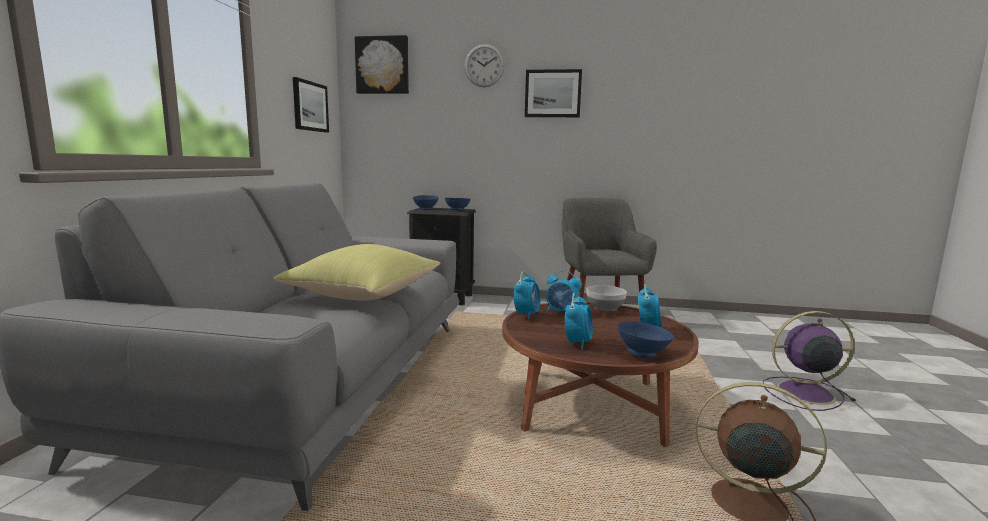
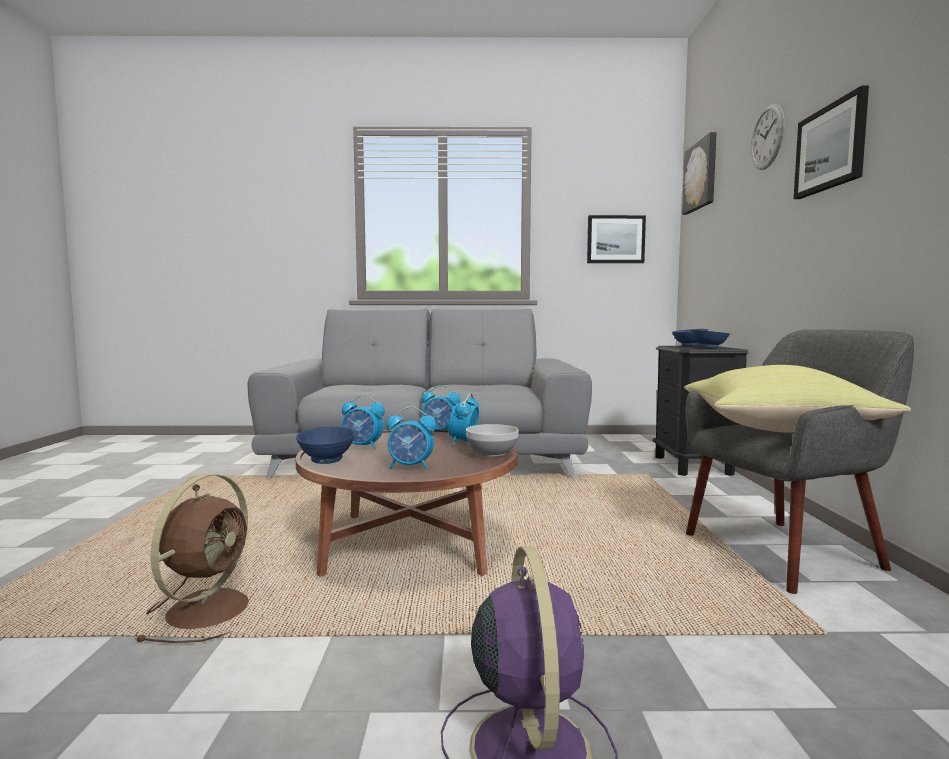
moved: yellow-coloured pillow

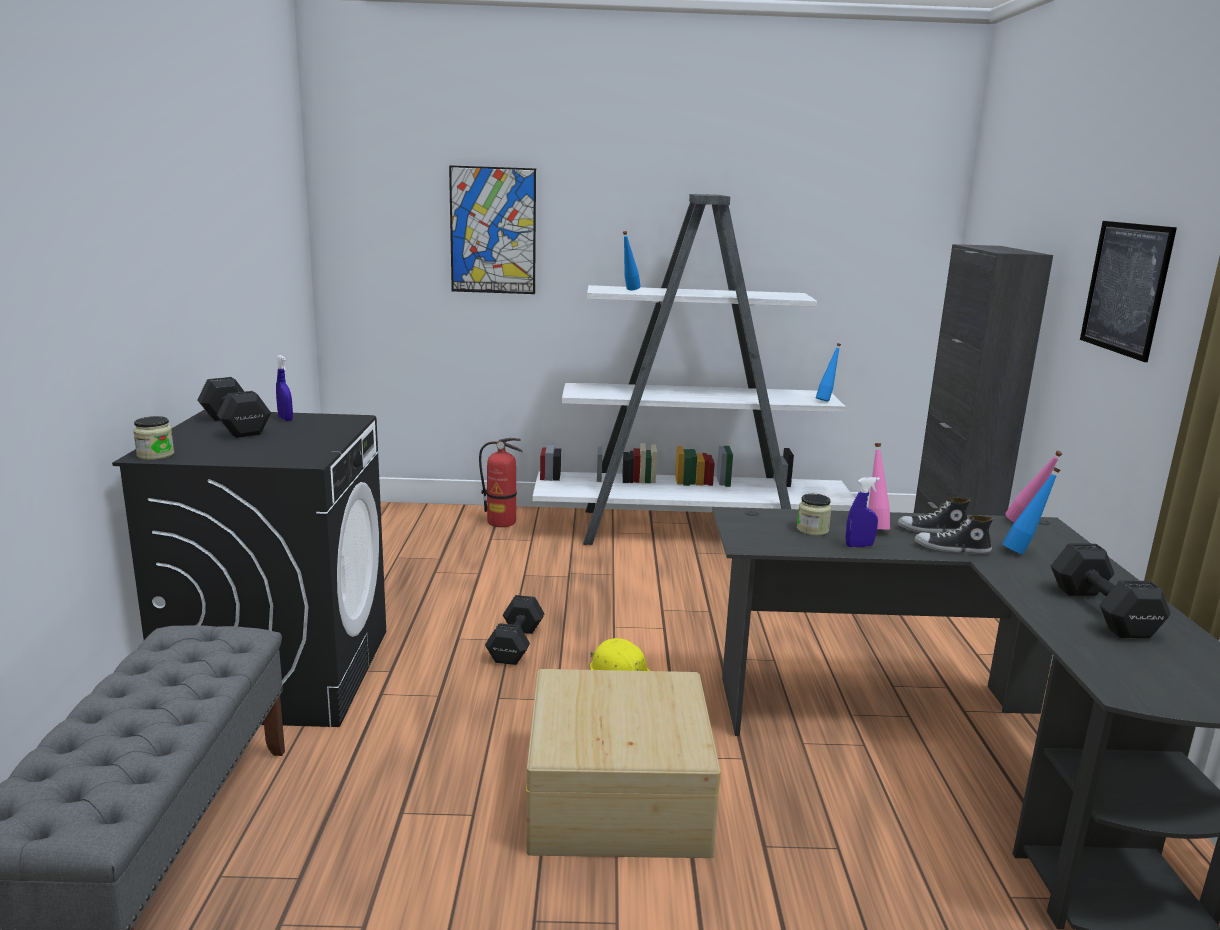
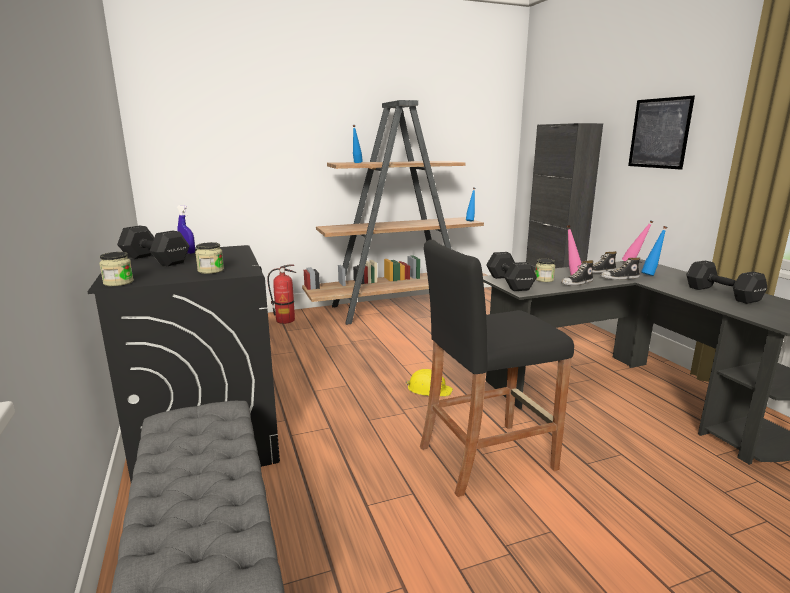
removed: wall picture (1st from left)
added: preserve jar (2nd from left)
moved: black-coloured free weight (2nd from left)
replaced: blue-coloured spray bottle (2nd from left) to item of footwear (1st from left); beige storage box to black-coloured stool
recoloured: white-coloured bookshelf to brownish bookshelf

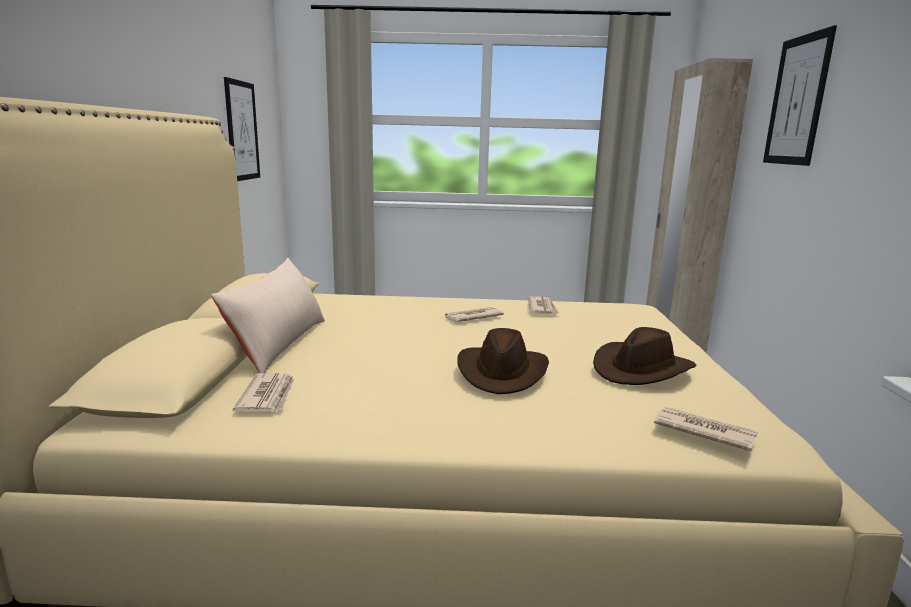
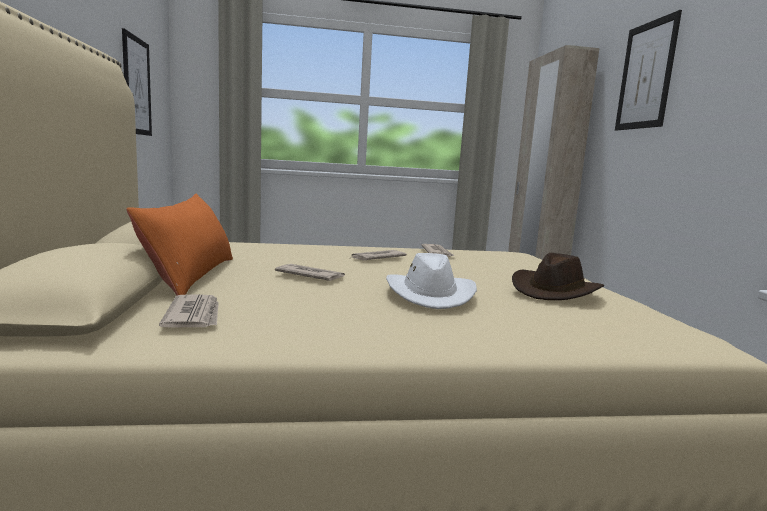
moved: printed paper (4th from left in the first image) to printed paper (2nd from left)
recoloured: beige pillow to orange pillow; brownish clothing hat (1st from left) to white-coloured clothing hat

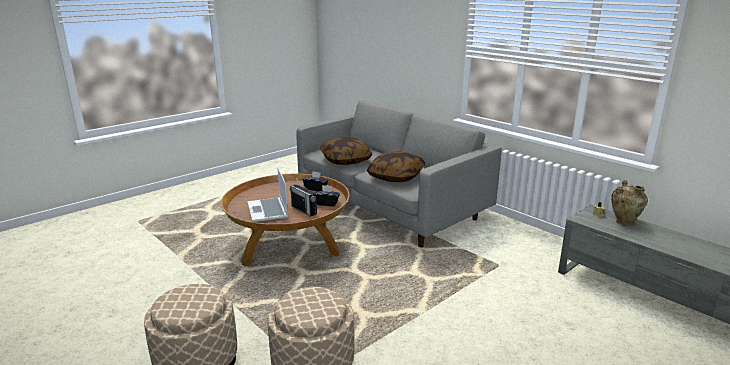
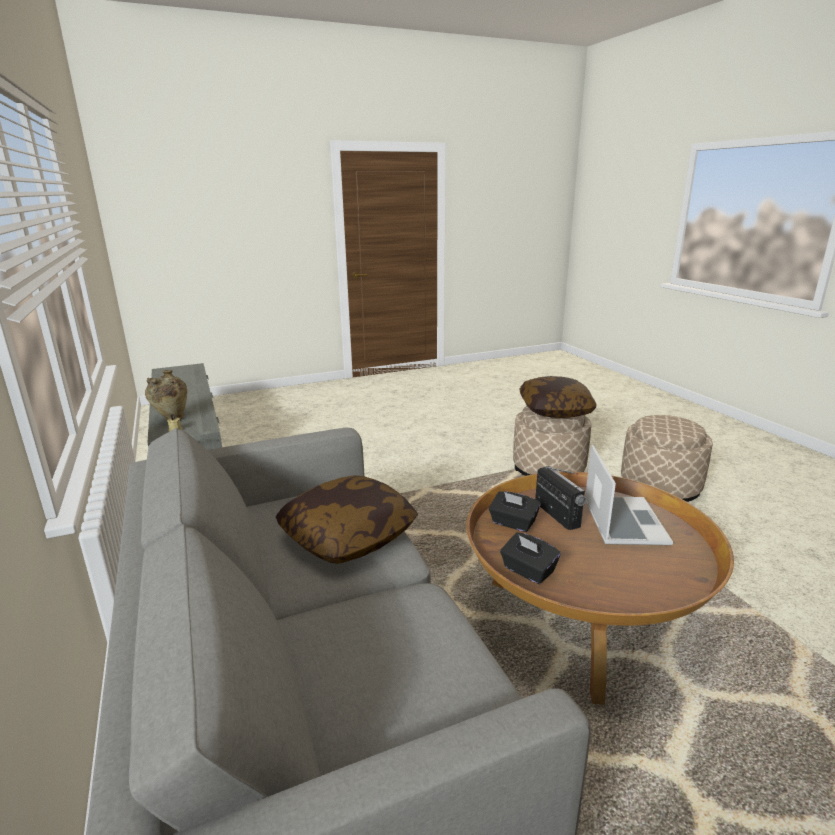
moved: pillow (1st from left in the first image) to pillow (2nd from left)

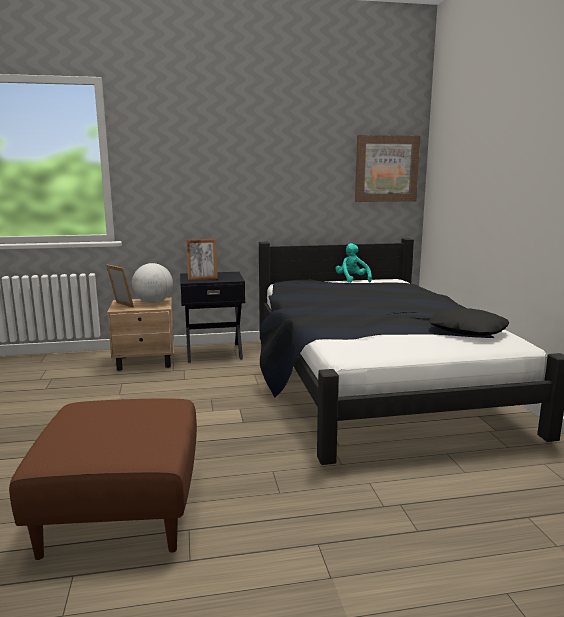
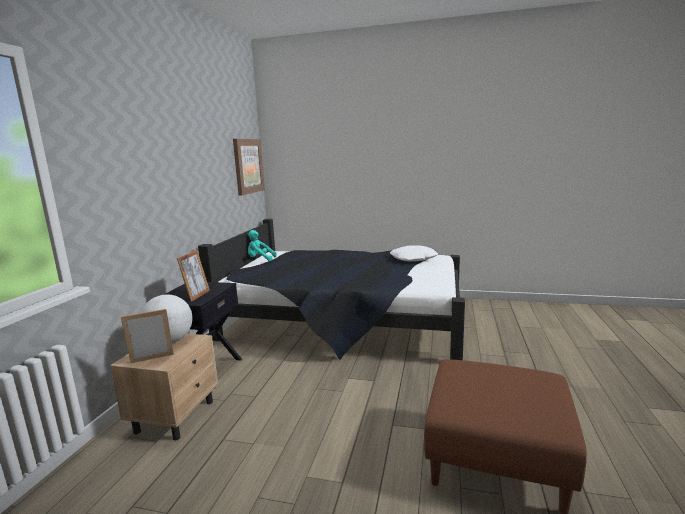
recoloured: black-coloured pillow to white-coloured pillow

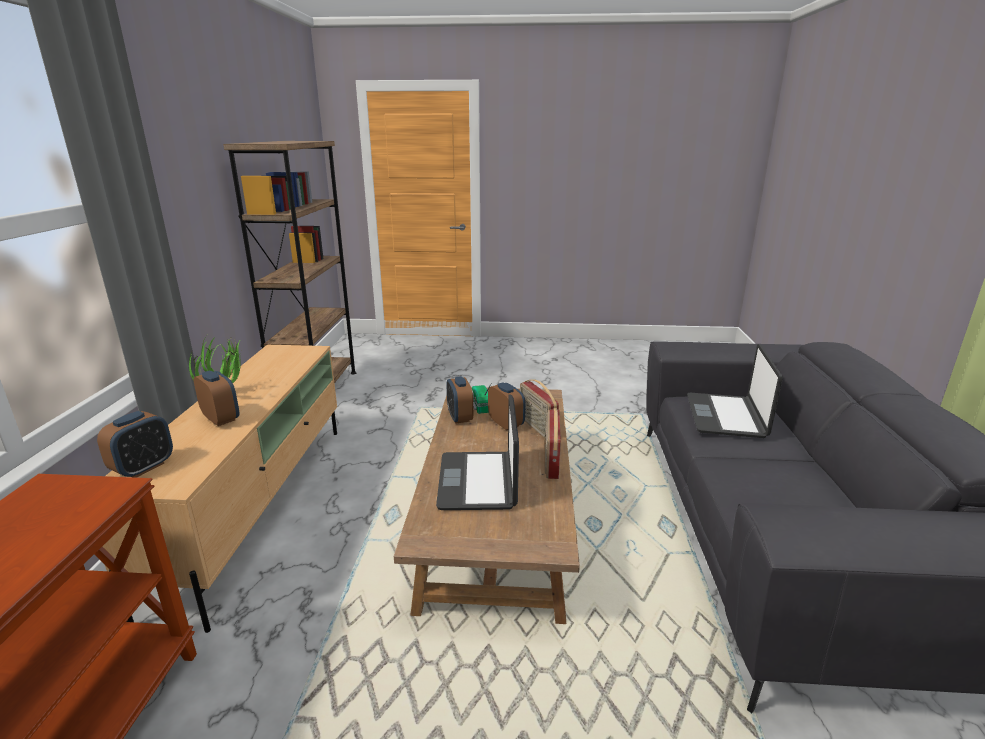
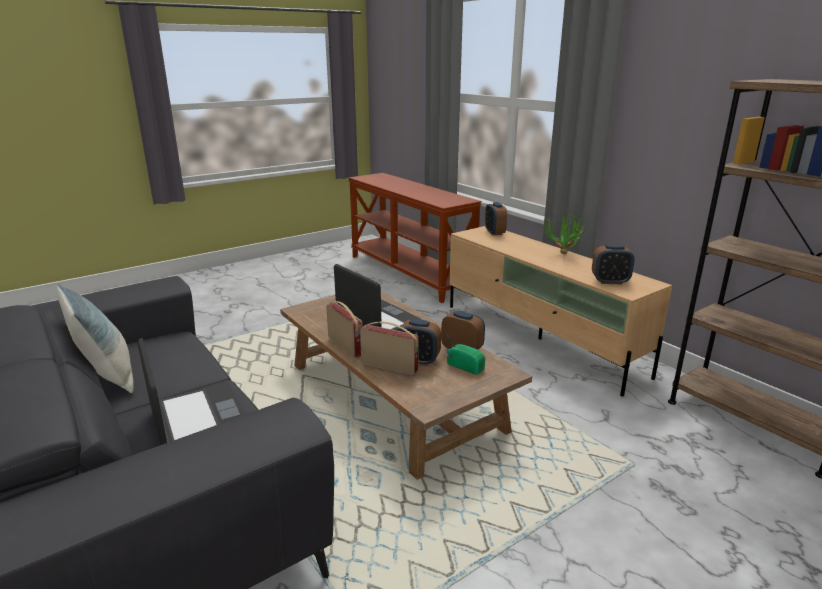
added: pillow
moved: table clock (2nd from left in the first image) to table clock (4th from left)

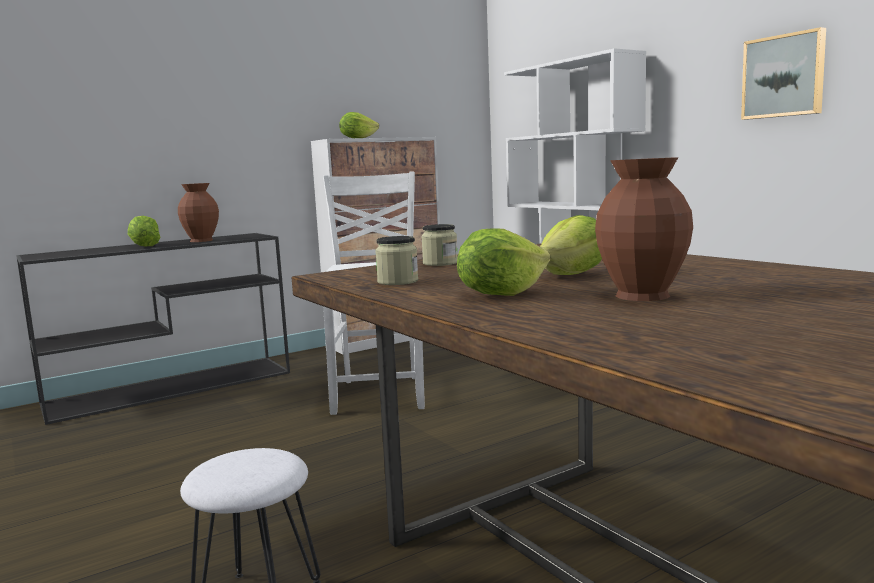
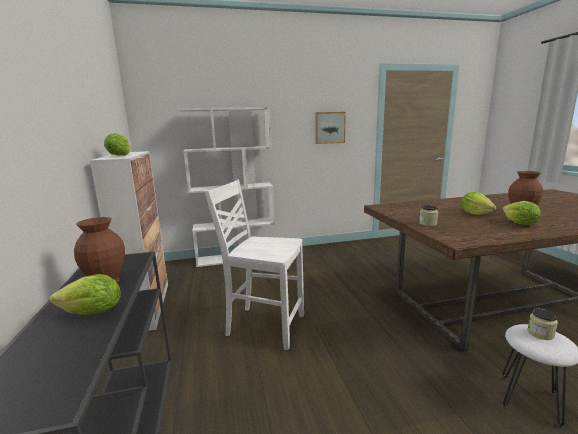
moved: preserve jar (1st from left in the first image) to preserve jar (2nd from left)

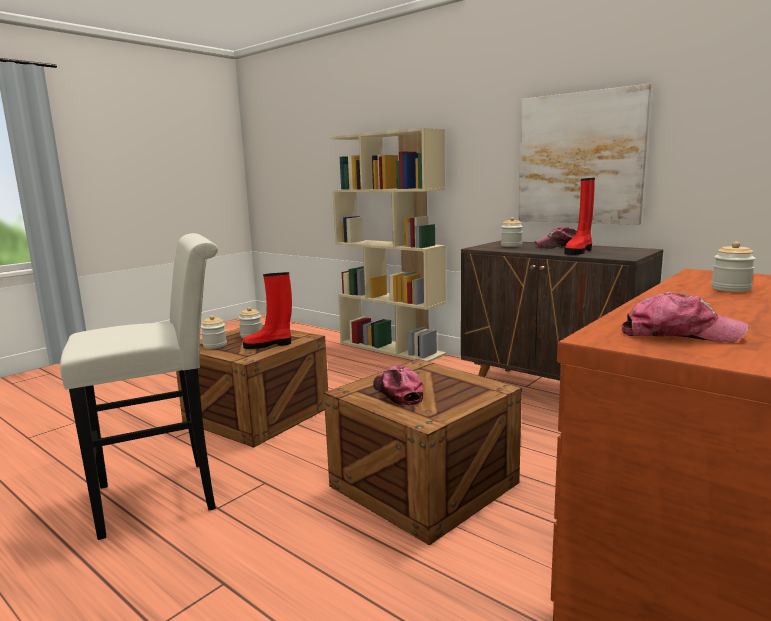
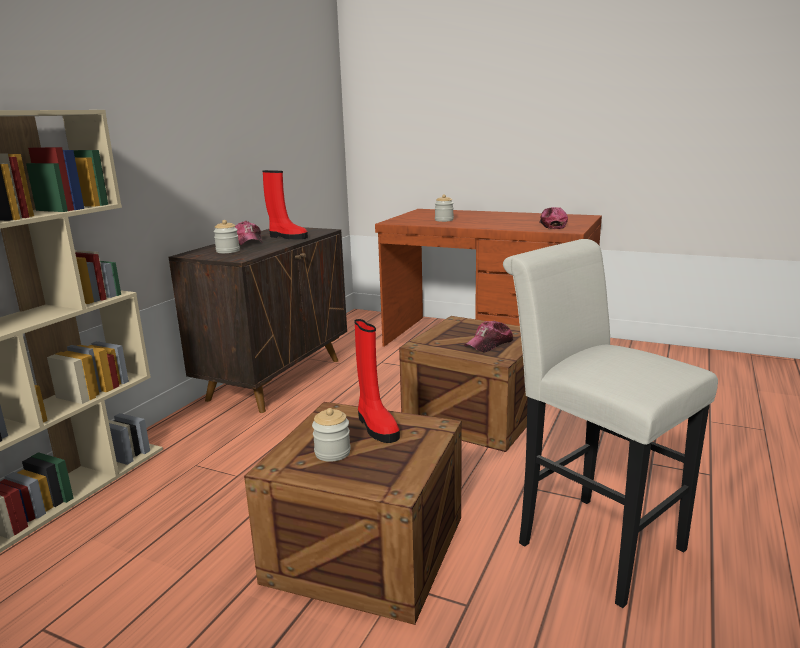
removed: wall picture; preserve jar (1st from left)

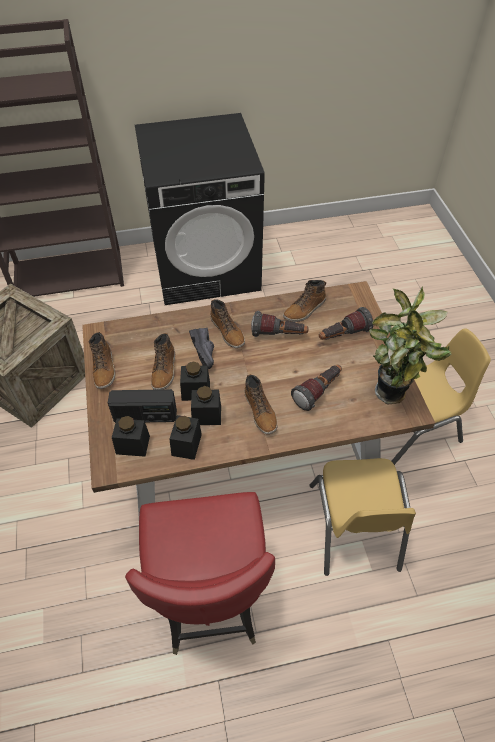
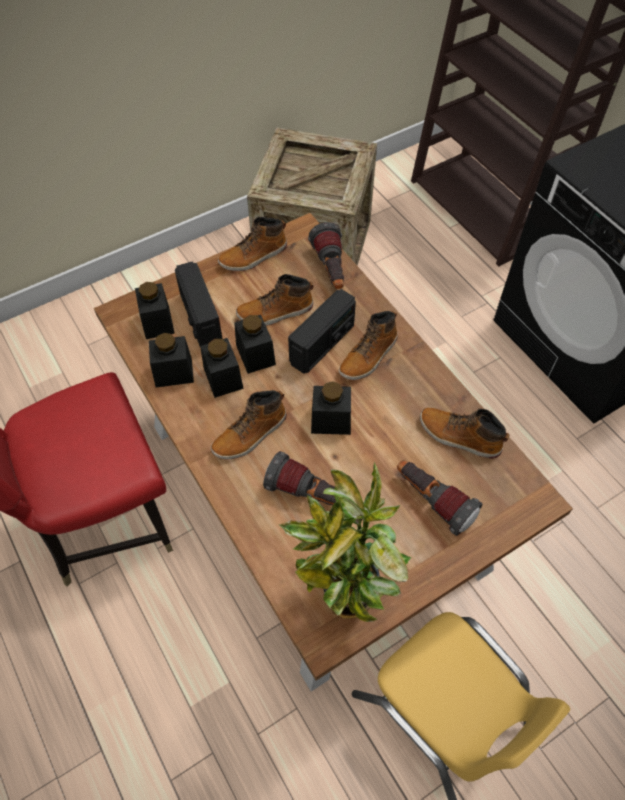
removed: yellow-coloured chair (1st from left)
added: black-coloured preserve jar (5th from left)
moved: flashlight (1st from left in the first image) to flashlight (2nd from left)
replaced: black-coloured item of footwear to radio set (2nd from left)

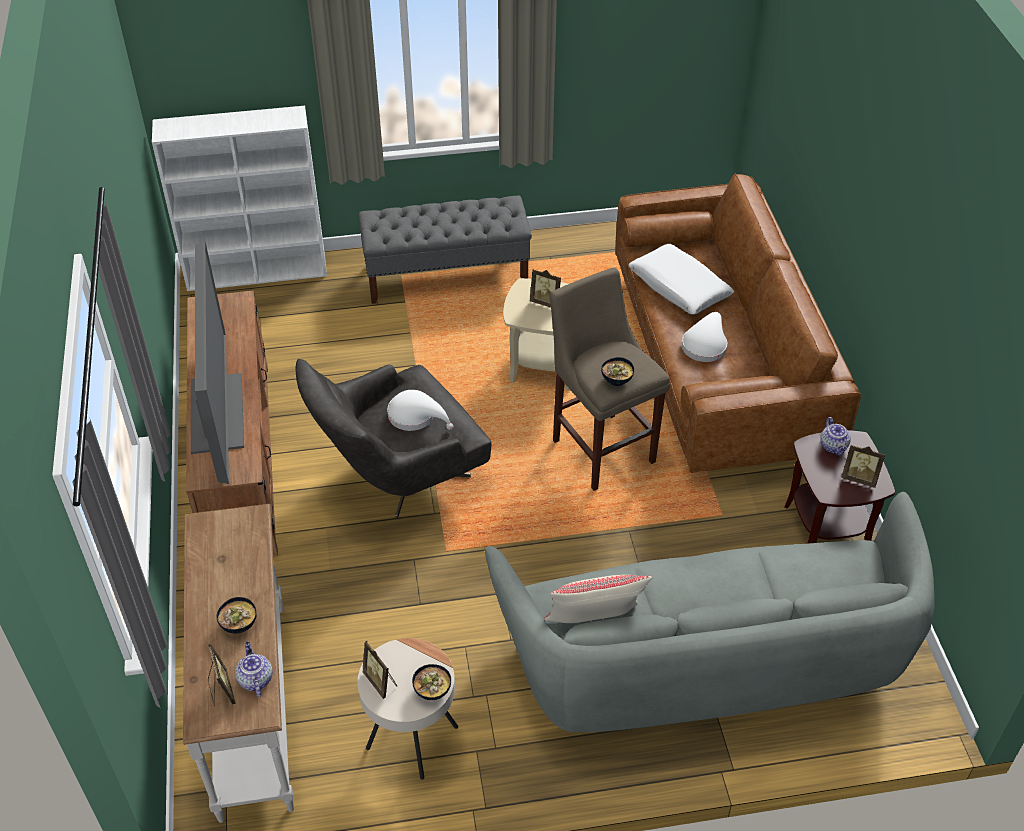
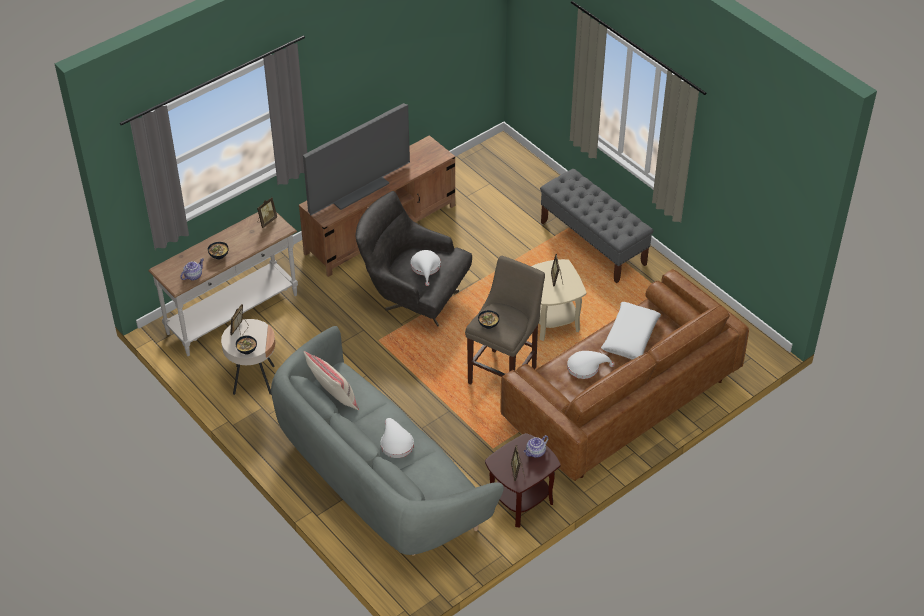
removed: white-coloured bookshelf
added: white-coloured clothing hat (1st from left)
moved: standing frame (1st from left in the first image) to standing frame (2nd from left)

